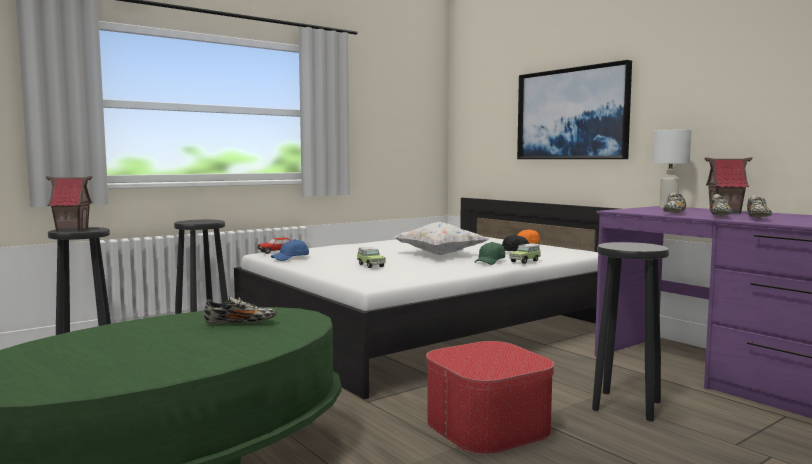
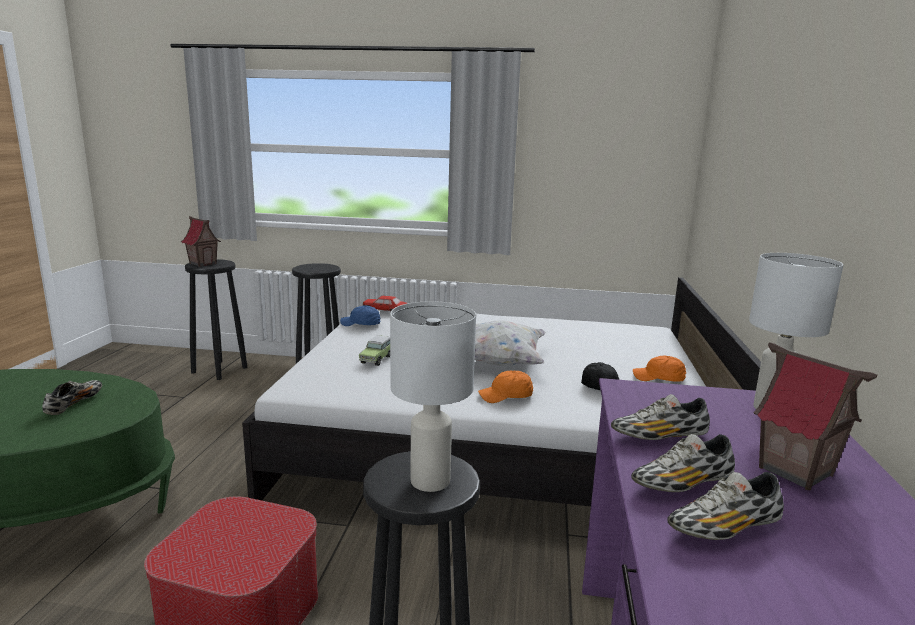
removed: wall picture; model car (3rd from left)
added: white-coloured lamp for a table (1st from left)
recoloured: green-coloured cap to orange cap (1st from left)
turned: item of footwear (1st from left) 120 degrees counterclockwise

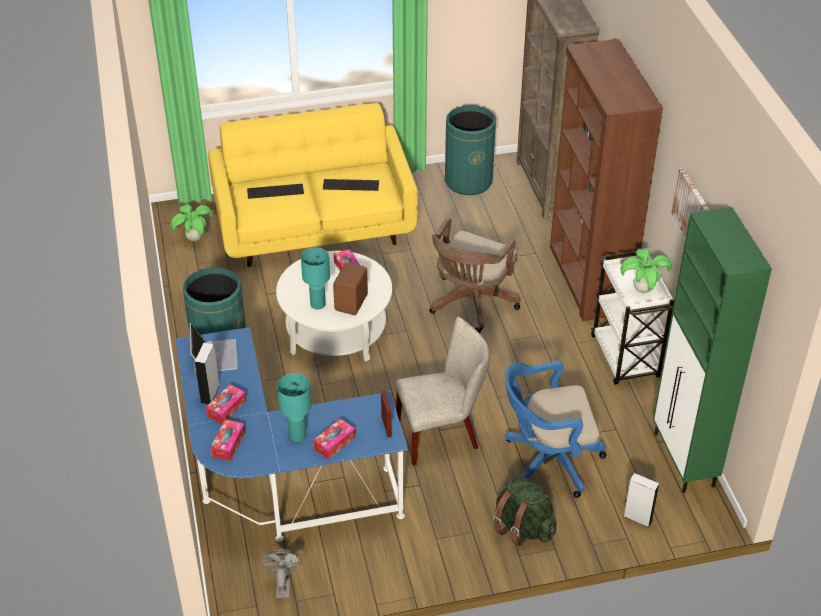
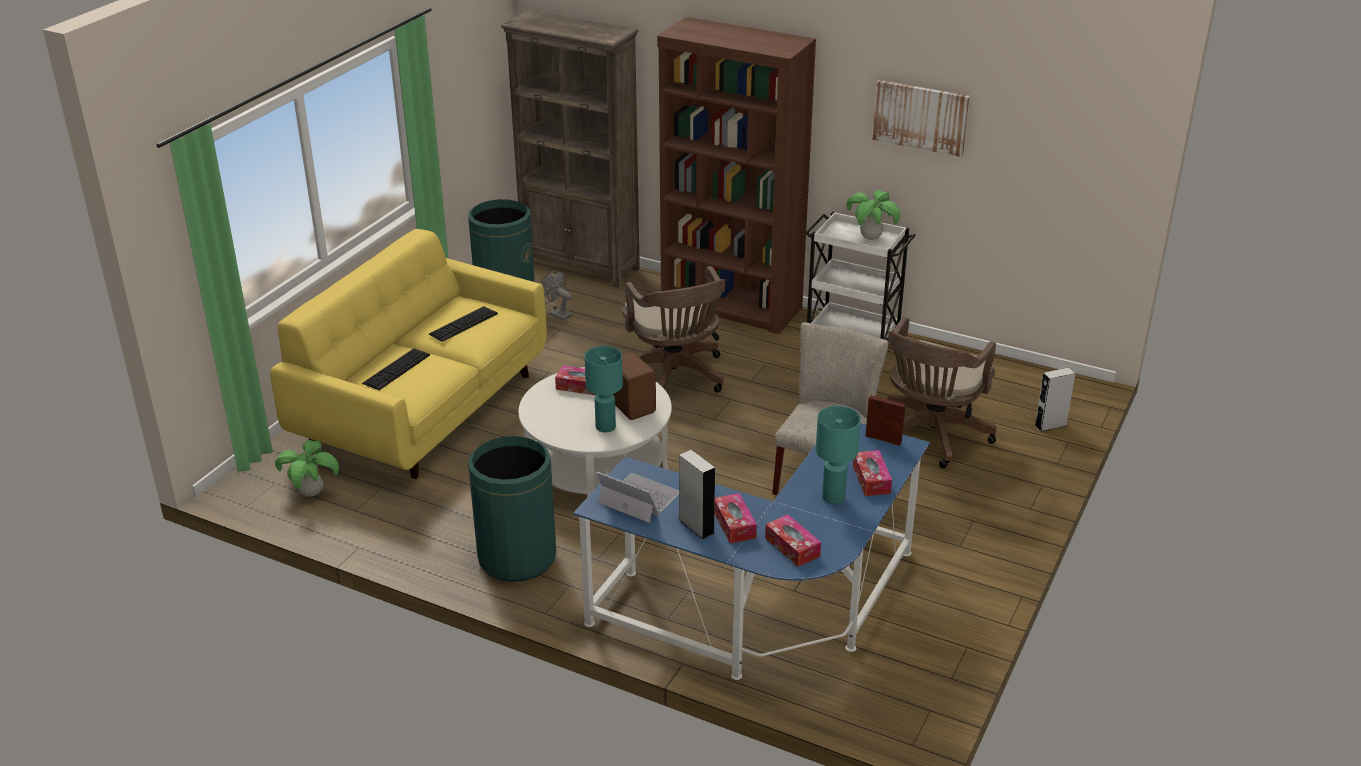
removed: green-coloured cupboard; green-coloured rucksack
moved: greyish electric fan
recoloured: blue-coloured desk chair to brownish desk chair (2nd from left)

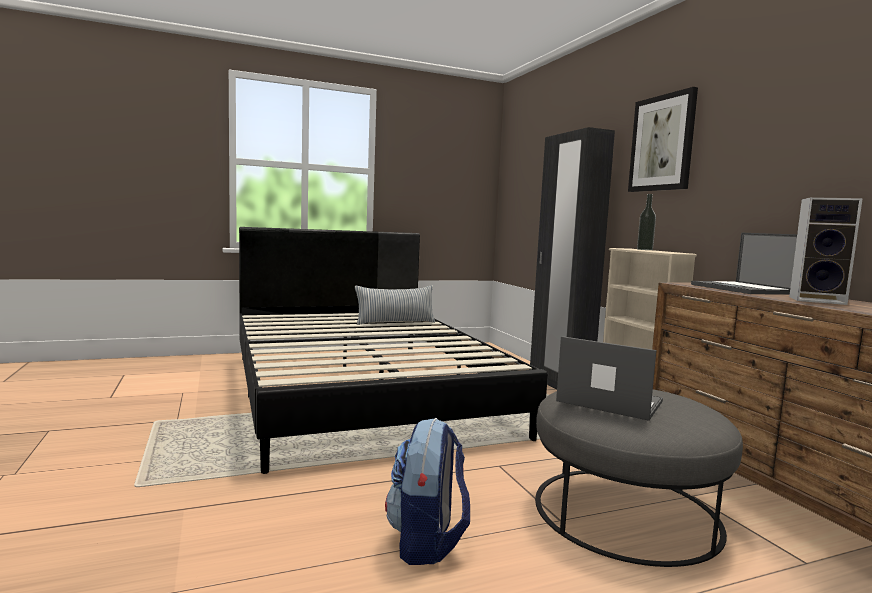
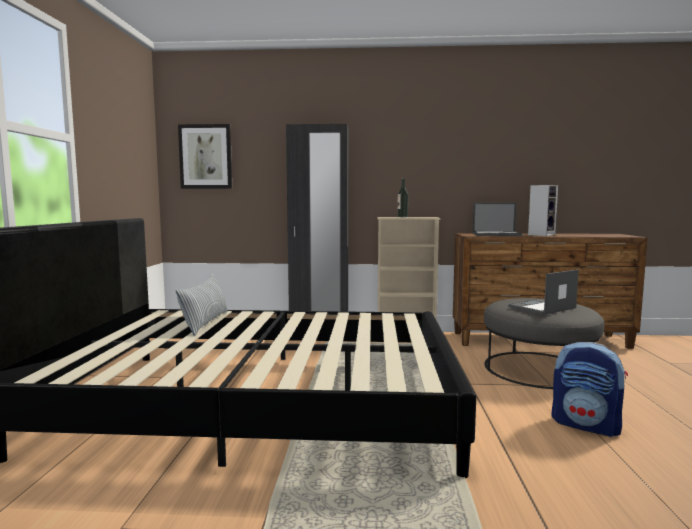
moved: wall picture

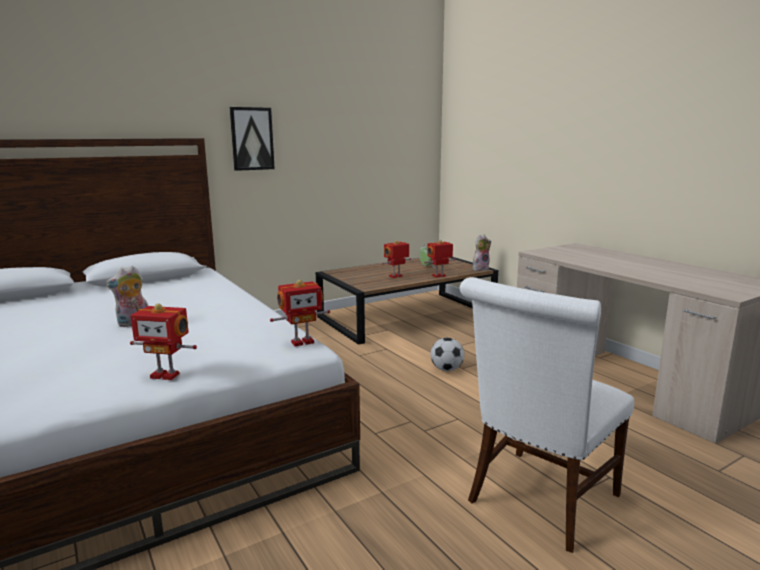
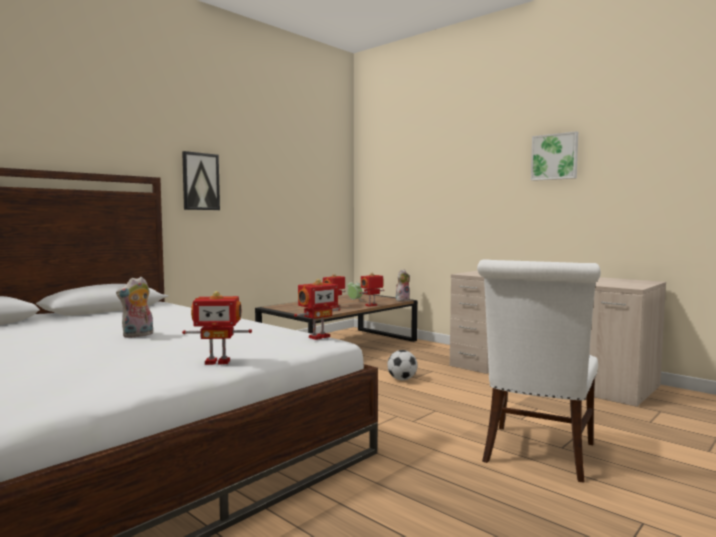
added: wall picture (2nd from left)

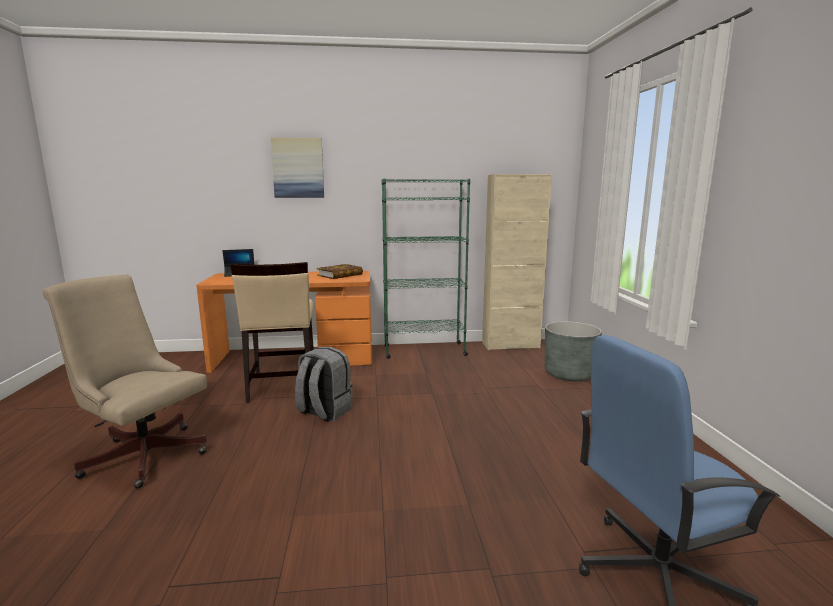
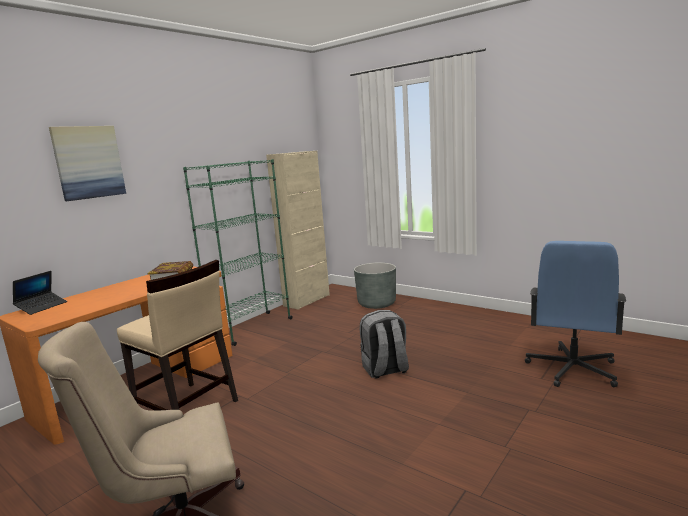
moved: greyish rucksack

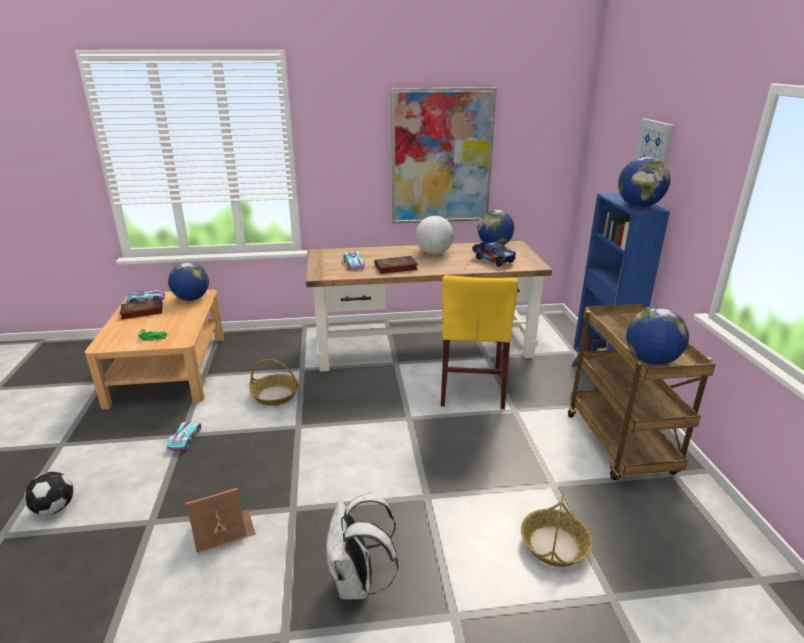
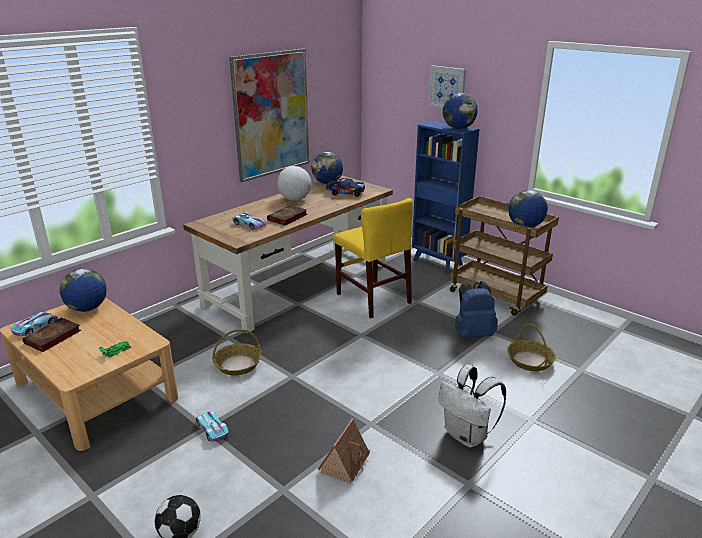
added: blue-coloured rucksack

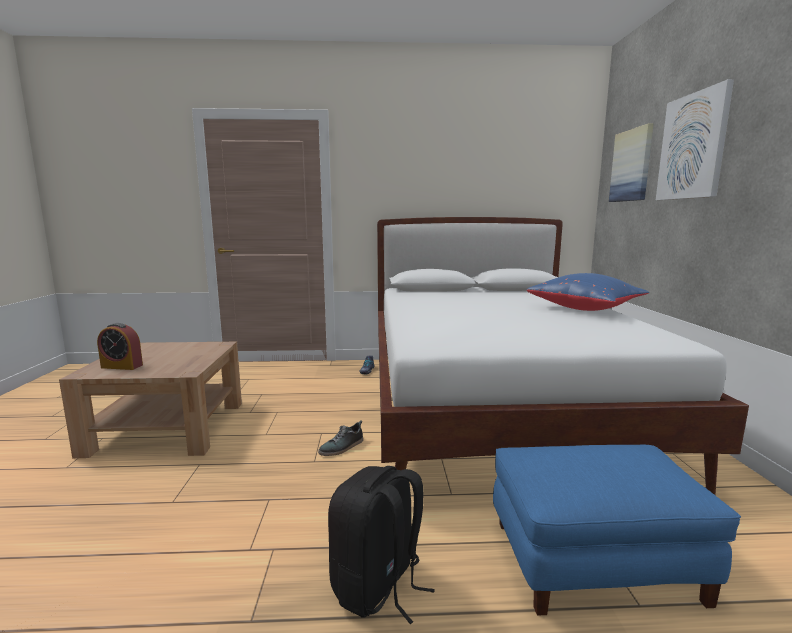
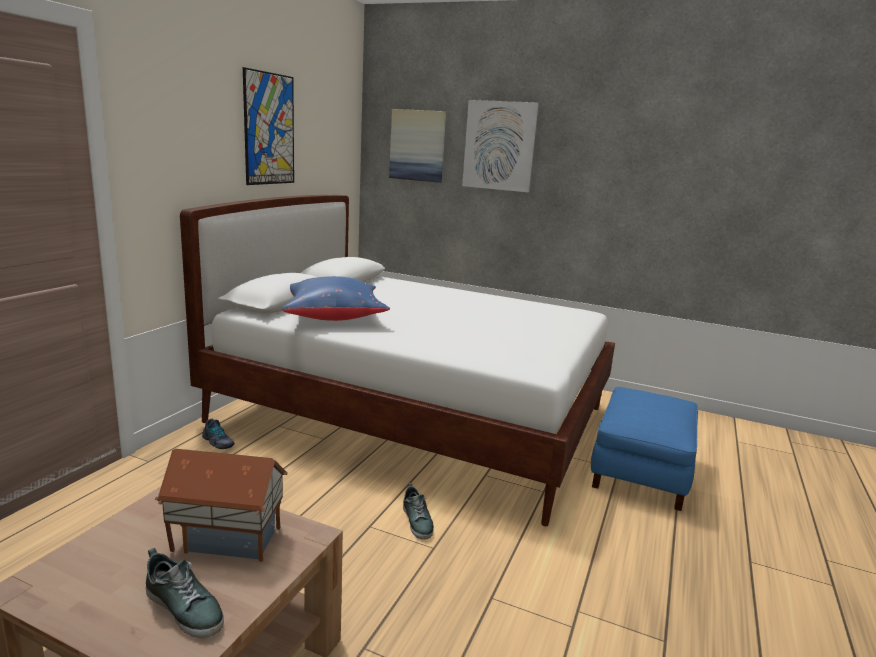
removed: black-coloured rucksack
added: wall picture (1st from left); toy house
moved: blue-coloured pillow
replaced: table clock to item of footwear (1st from left)

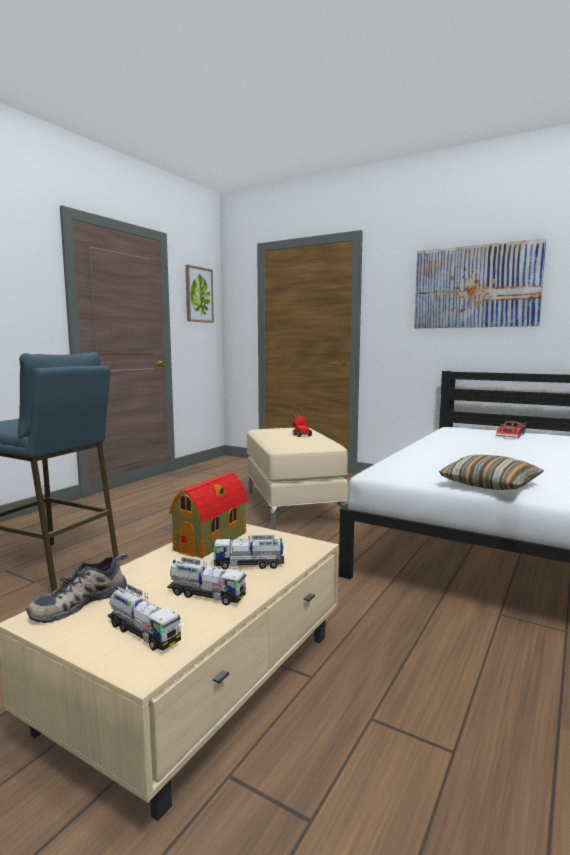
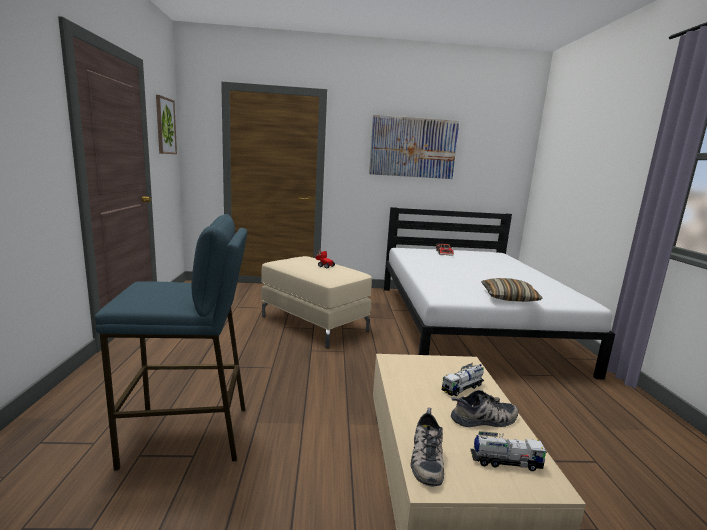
removed: toy house
replaced: toy truck (2nd from left) to item of footwear (2nd from left)

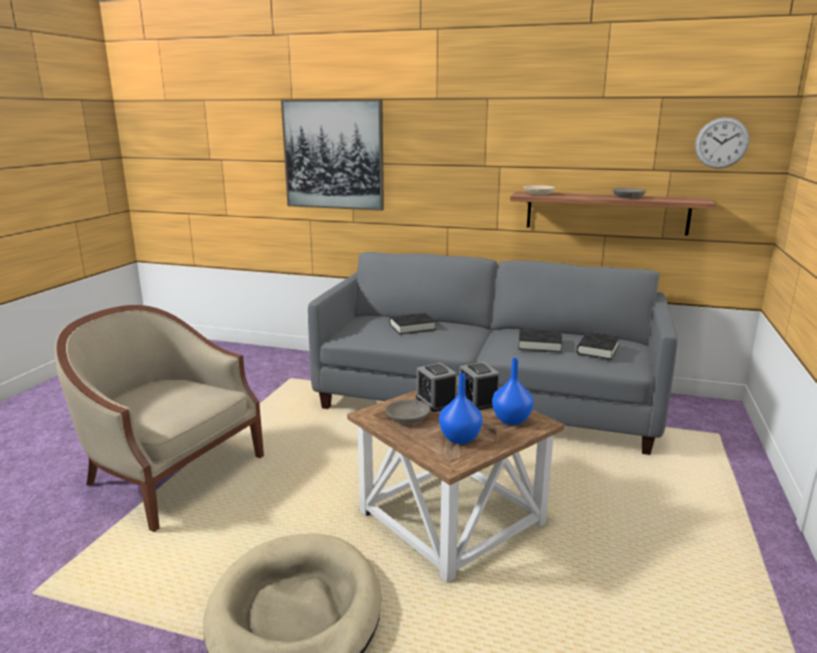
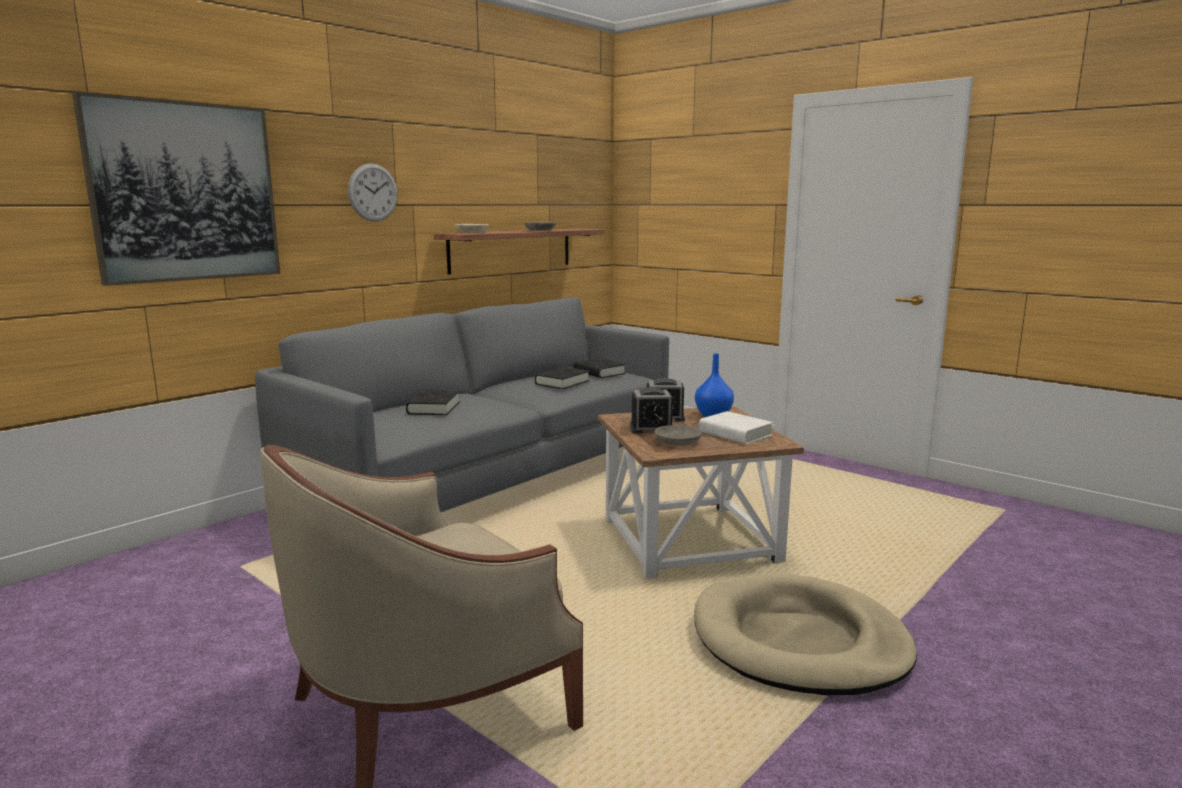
moved: clock on the wall
replaced: blue-coloured vase (1st from left) to white-coloured bound book

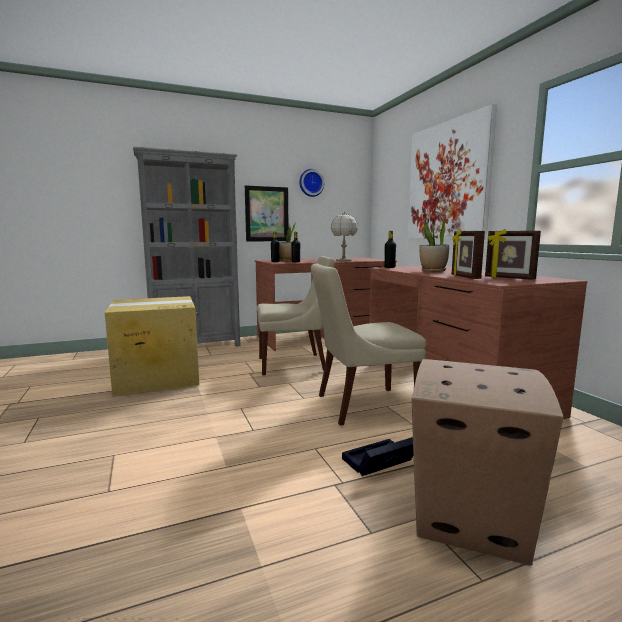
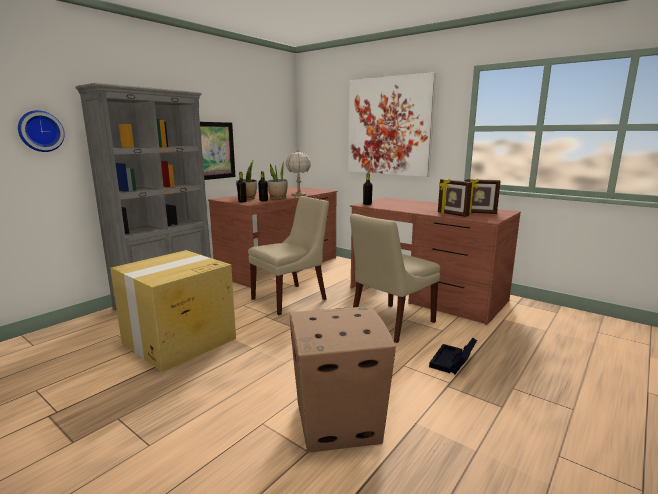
moved: clock on the wall; plant in a pot (2nd from left); carton (2nd from left)

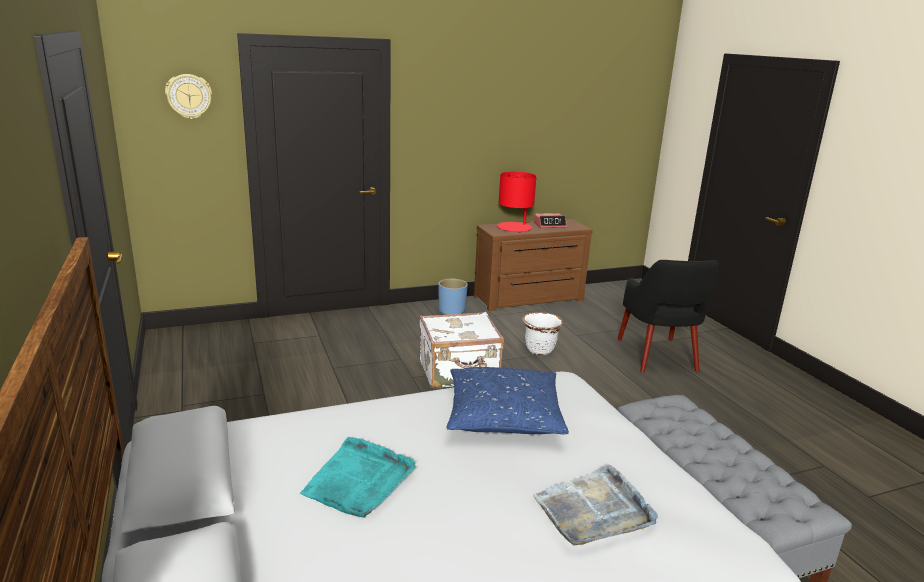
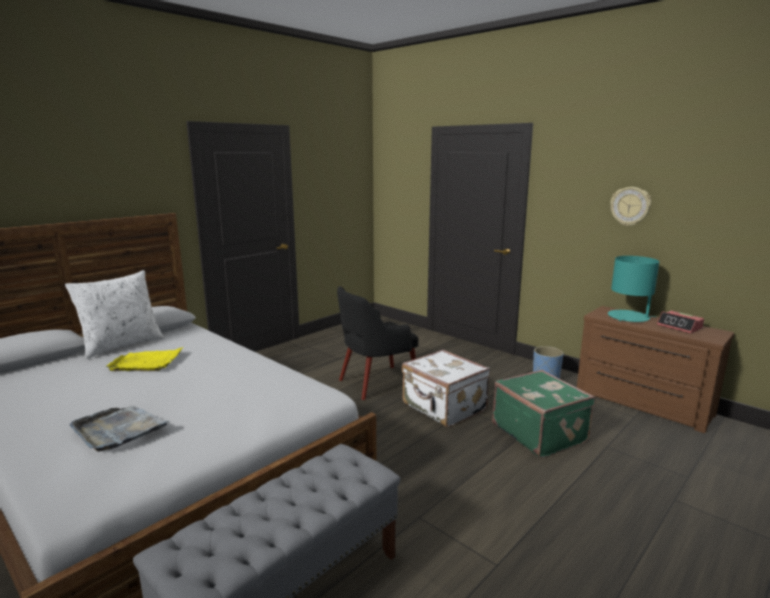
removed: blue-coloured pillow
added: white-coloured pillow
moved: clock on the wall; black-coloured lounge chair
replaced: white-coloured flower pot to green-coloured piece of luggage
recoloured: red-coloured lamp for a table to turquoise lamp for a table; turquoise carrying tray to yellow-coloured carrying tray

